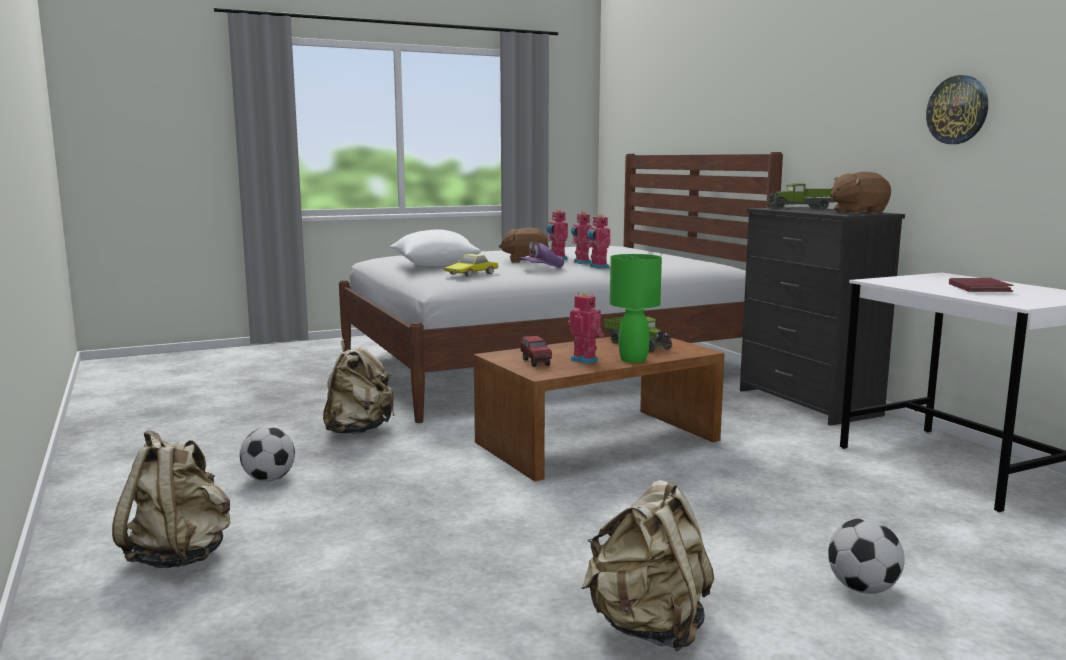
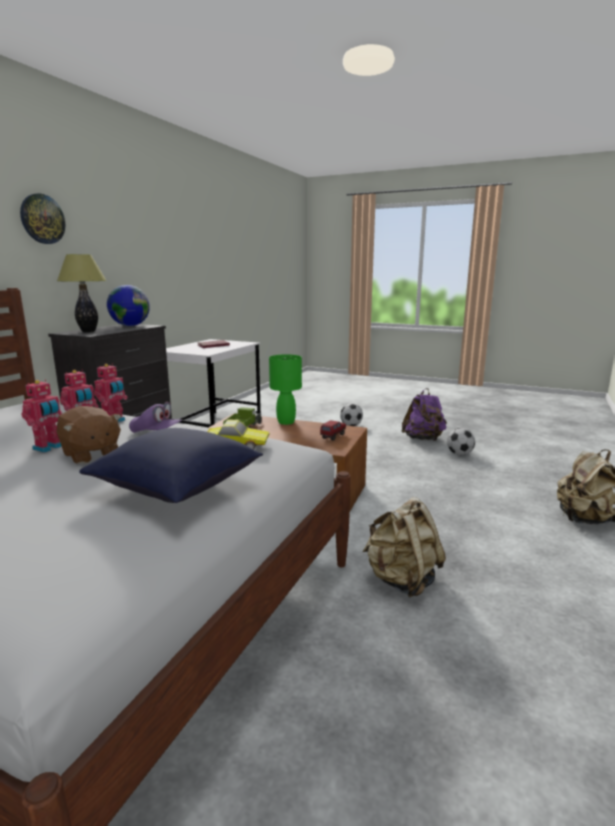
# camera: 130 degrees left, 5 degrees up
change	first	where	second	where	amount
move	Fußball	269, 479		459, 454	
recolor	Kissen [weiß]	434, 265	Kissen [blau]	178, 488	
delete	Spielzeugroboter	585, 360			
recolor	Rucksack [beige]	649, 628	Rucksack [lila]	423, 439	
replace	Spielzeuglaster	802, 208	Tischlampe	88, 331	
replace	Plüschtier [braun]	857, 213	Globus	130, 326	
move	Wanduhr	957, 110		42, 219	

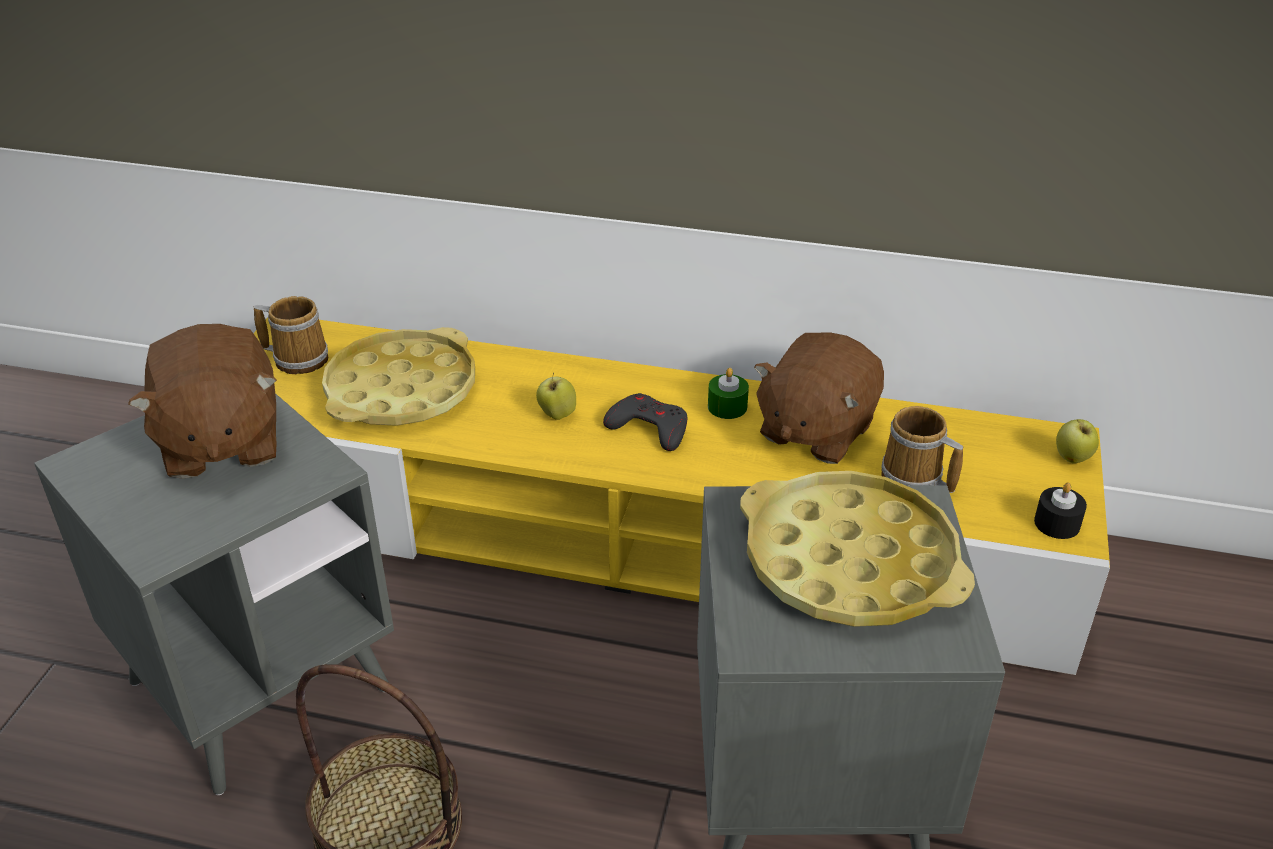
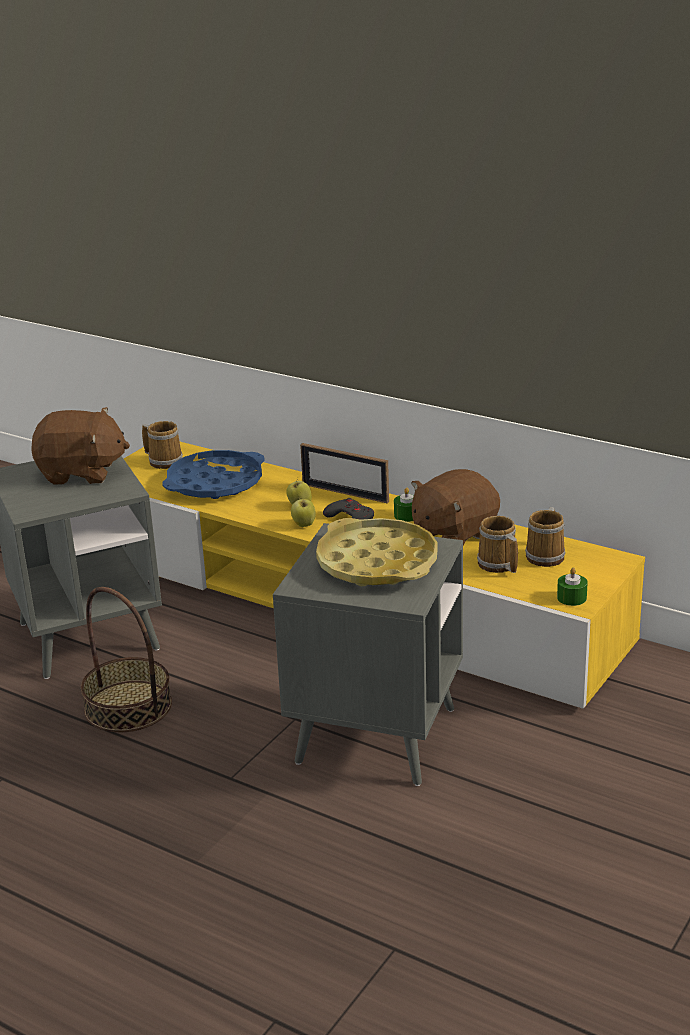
# camera: 20 degrees right, 10 degrees down
change	first	where	second	where	amount
rotate	Plüschtier [braun]	220, 442		81, 473	90 degrees counterclockwise
recolor	Tablett [gelb]	401, 390	Tablett [blau]	215, 483	
recolor	Kerze [schwarz]	1057, 523	Kerze [grün]	571, 598	
move	Apfel	1072, 459		304, 525	
insert			Bilderrahmen	345, 493	
insert			Henkelbecher	547, 555	

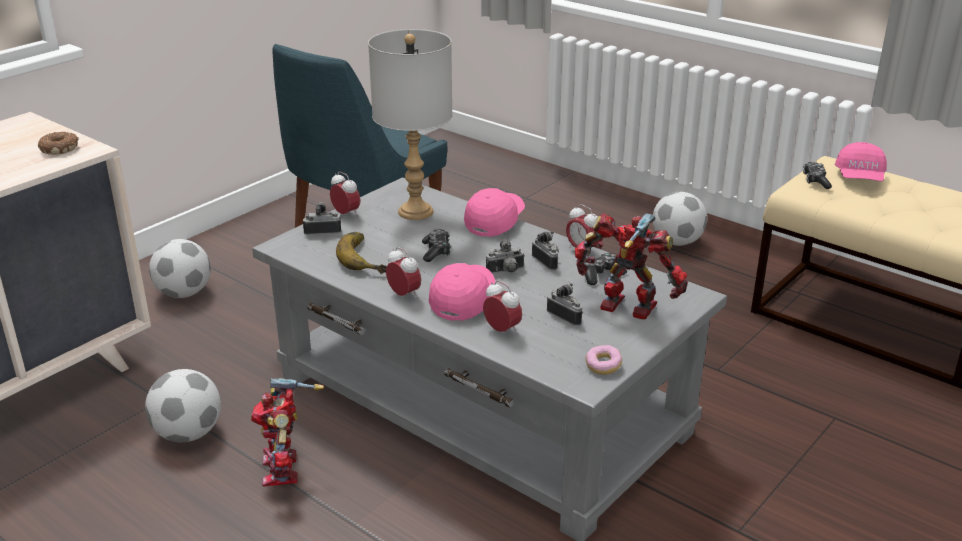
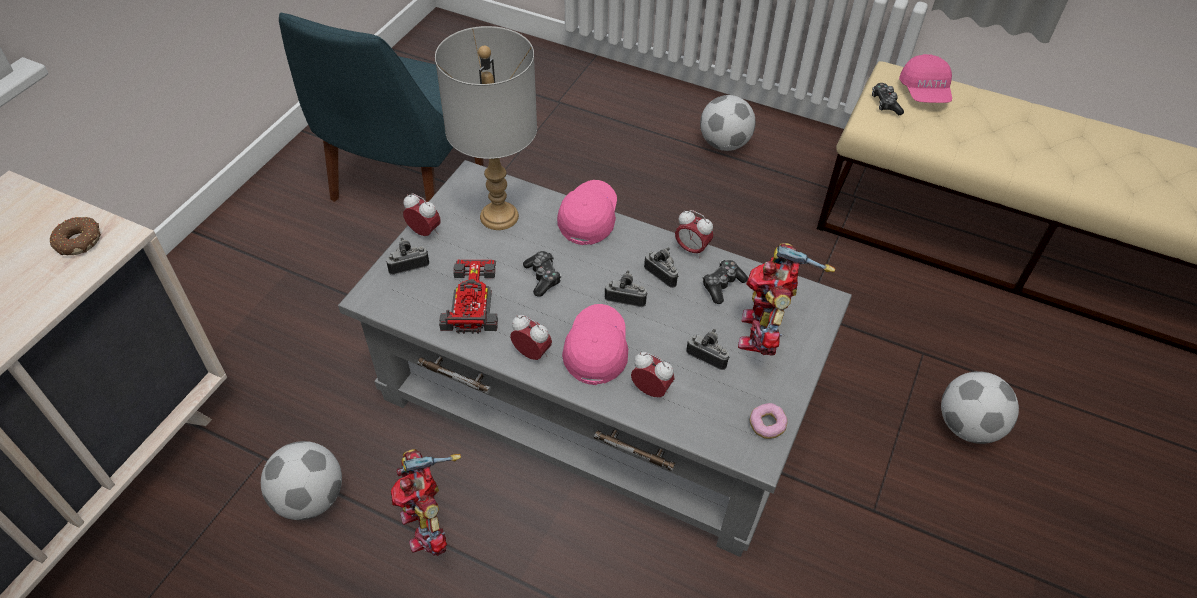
# camera: 15 degrees left, 20 degrees up
change	first	where	second	where	amount
move	Fußball	184, 293		967, 426	
replace	Banane	367, 257	Spielzeugauto	472, 299	
rotate	Kamera	506, 272		626, 298	135 degrees counterclockwise
rotate	Spielzeugroboter	627, 309		763, 333	90 degrees counterclockwise

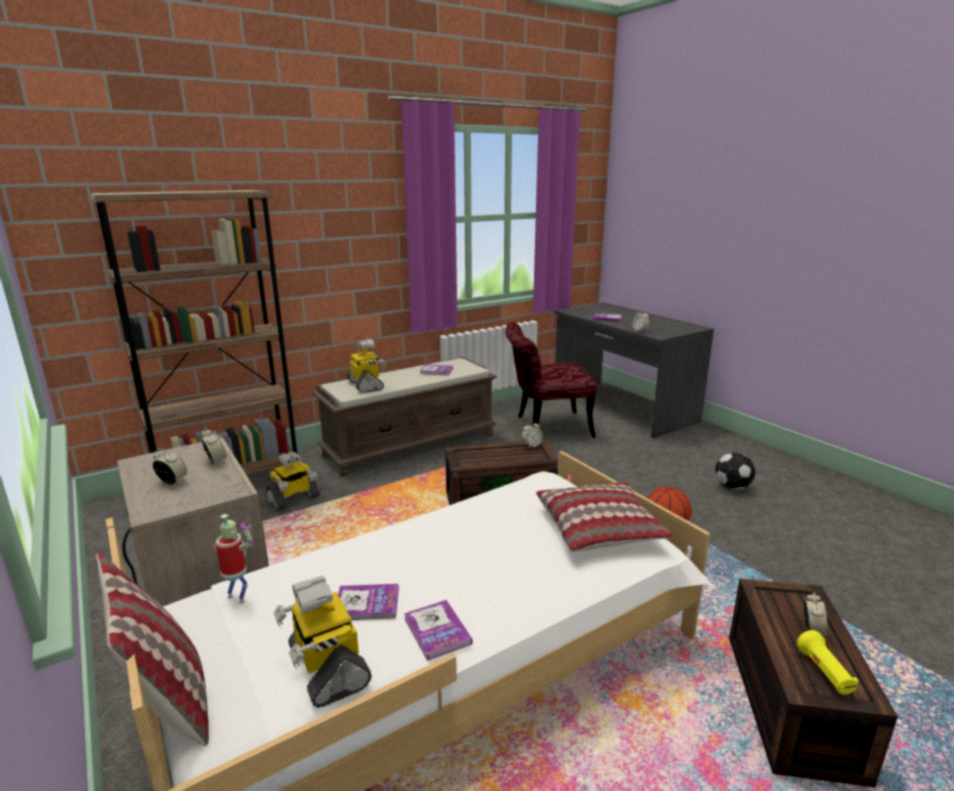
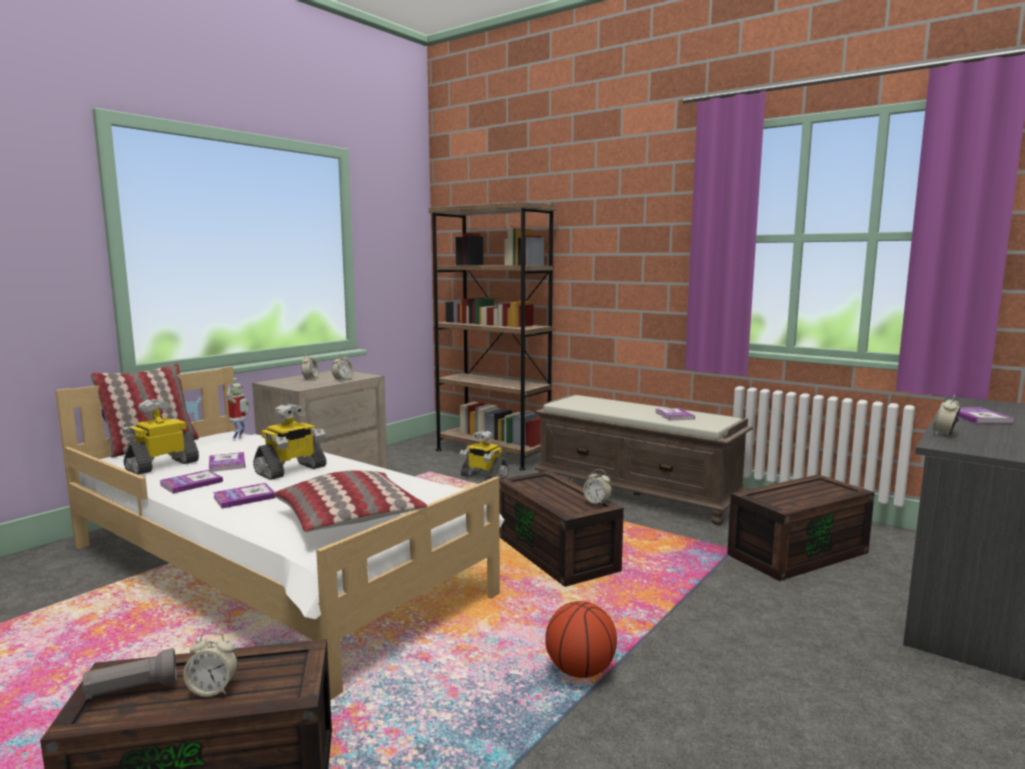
# camera: 70 degrees right, 10 degrees down
change	first	where	second	where	amount
move	Spielzeugroboter	366, 385		291, 470	
replace	Stuhl [rot]	545, 427	Aufbewahrungsbox [braun]	797, 552	
delete	Fußball	733, 487			
recolor	Taschenlampe [gelb]	824, 673	Taschenlampe [grau]	131, 690	
insert			Buch	244, 497	

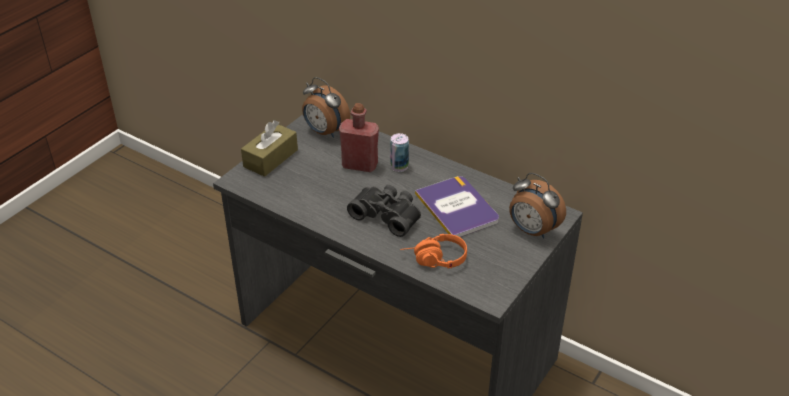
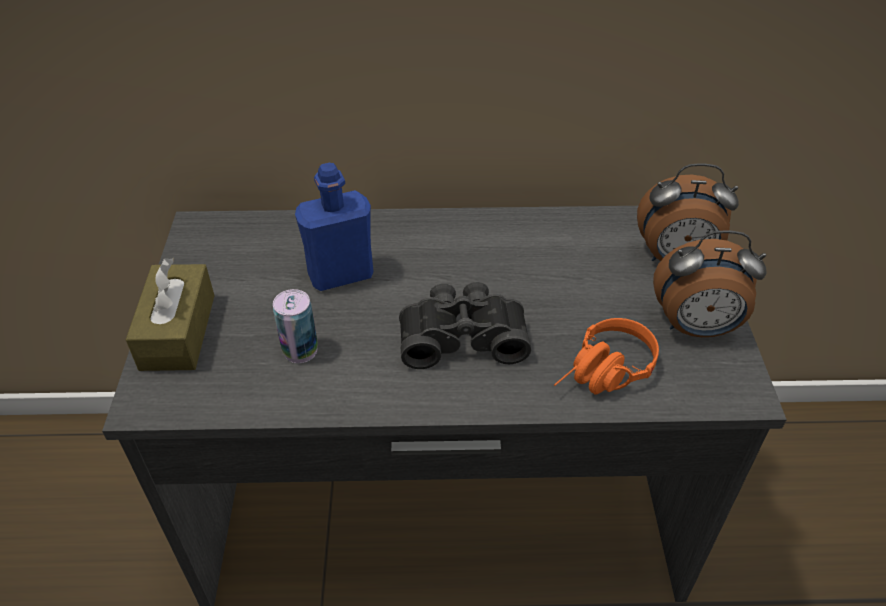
# camera: 35 degrees left, 5 degrees up
change	first	where	second	where	amount
move	Wecker	325, 132		695, 328	
recolor	Flasche [rot]	360, 165	Flasche [blau]	341, 275	
move	Dose	399, 166		300, 350	
delete	Buch	457, 208			

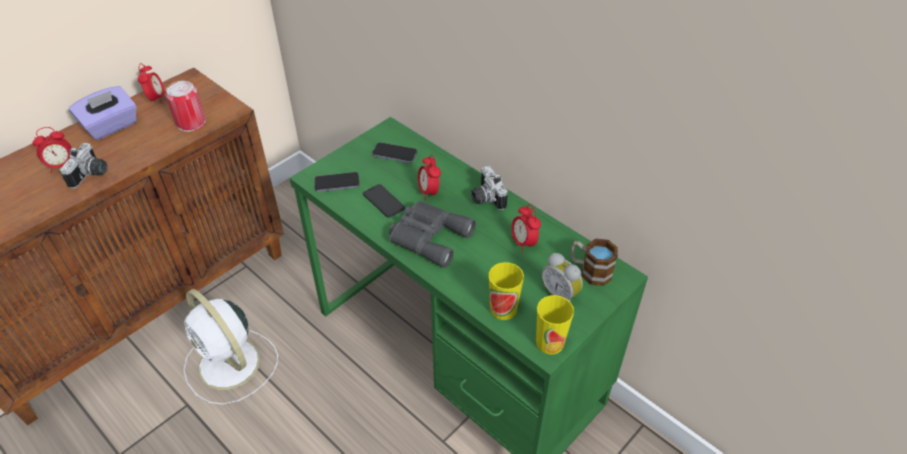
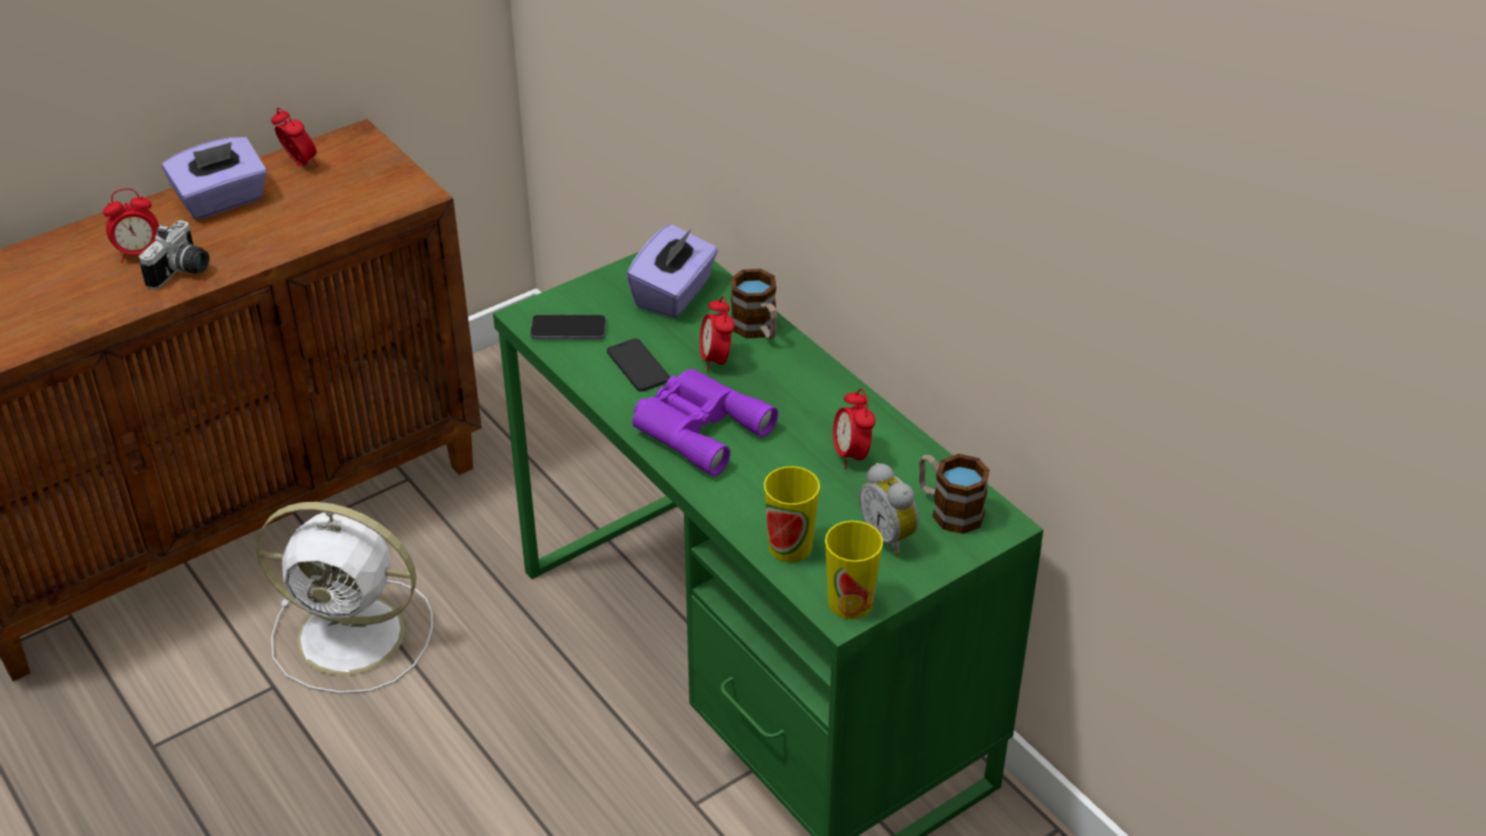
# camera: 10 degrees right, 5 degrees down
change	first	where	second	where	amount
rotate	Wecker	157, 99		299, 164	45 degrees counterclockwise
delete	Dose	191, 122			
rotate	Ventilator [weiß]	231, 365		356, 636	45 degrees counterclockwise
replace	Handy	395, 154	Taschentuchbox [lila]	674, 294	
recolor	Fernglas [grau]	428, 236	Fernglas [lila]	698, 427	
delete	Kamera	485, 198			
insert			Henkelbecher	758, 330	

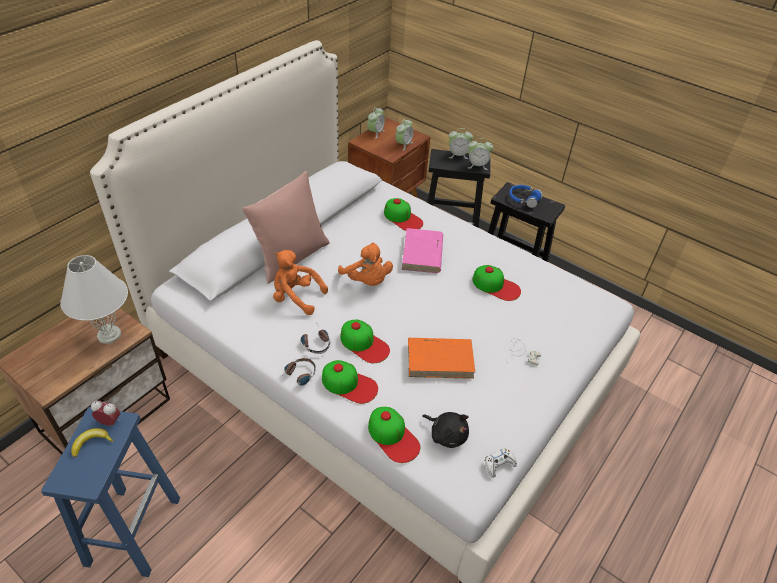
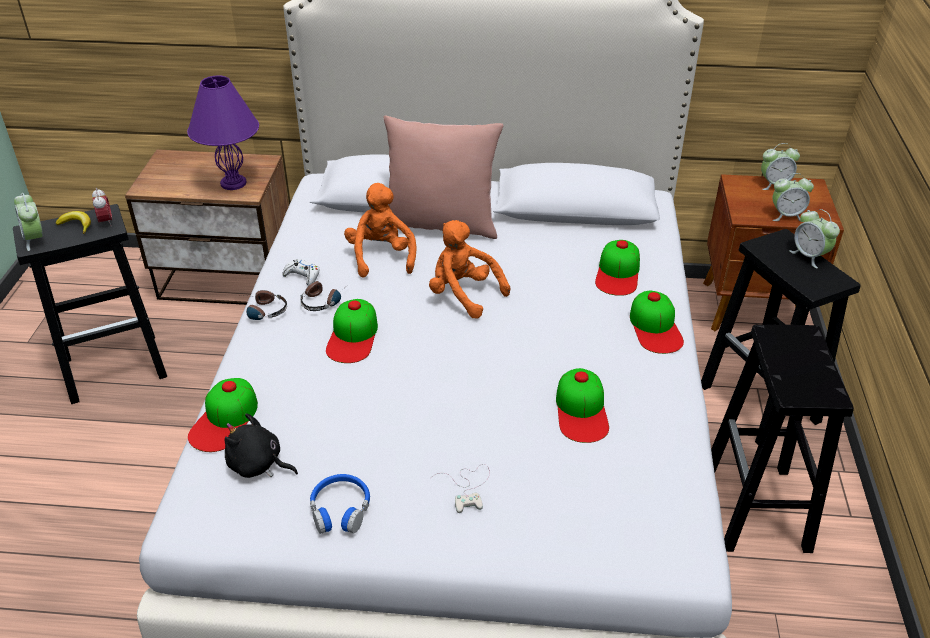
# camera: 60 degrees right, 5 degrees down
change	first	where	second	where	amount
recolor	Hocker [blau]	134, 529	Hocker [schwarz]	116, 367	
recolor	Tischlampe [weiß]	109, 334	Tischlampe [lila]	234, 183	
move	Kappe	349, 384		655, 327	
rotate	Plüschtier [orange]	367, 281		463, 294	105 degrees clockwise
delete	Buch [rosa]	422, 253			
delete	Buch [orange]	440, 360			
rotate	Plüschtier [schwarz]	446, 434		258, 465	105 degrees clockwise
move	Wecker	477, 165		35, 239	
move	Gamepad [weiß]	499, 464		302, 276	
move	Kopfhörer [blau]	524, 199		340, 510	

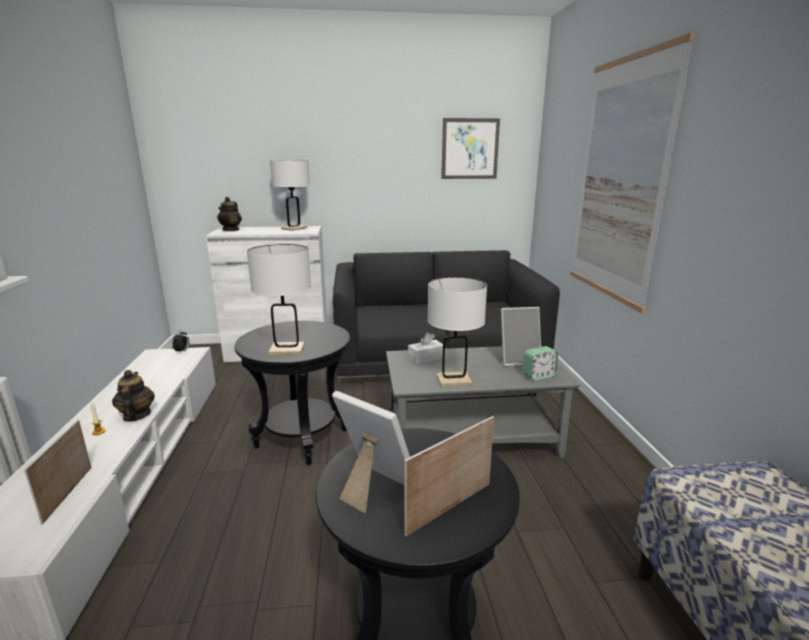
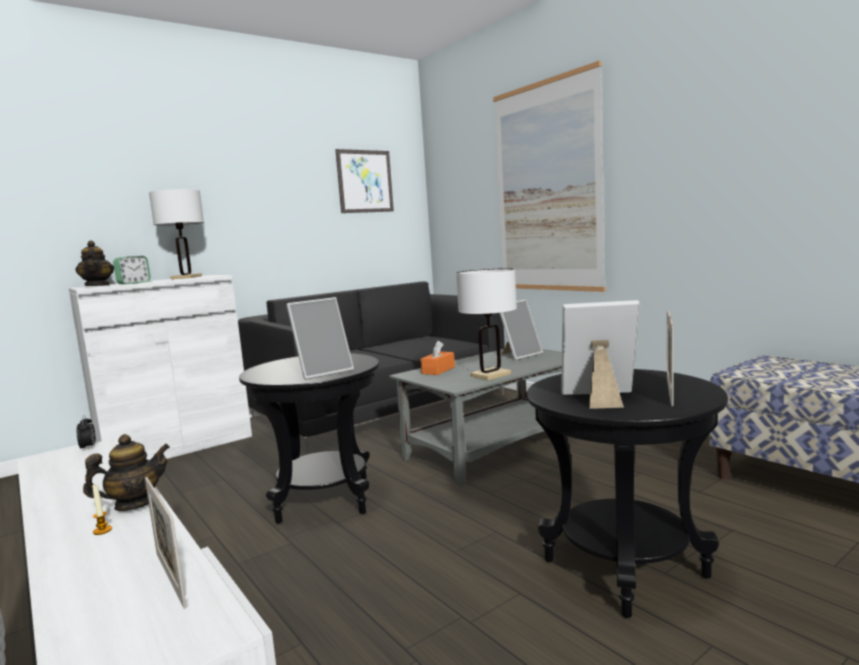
# camera: 30 degrees left, 10 degrees down
change	first	where	second	where	amount
rotate	Teekanne	136, 415		134, 504	105 degrees clockwise
replace	Tischlampe [weiß]	287, 350	Bilderrahmen	323, 372	
recolor	Taschentuchbox [weiß]	426, 358	Taschentuchbox [orange]	438, 370	
move	Wecker	539, 376		134, 283	

